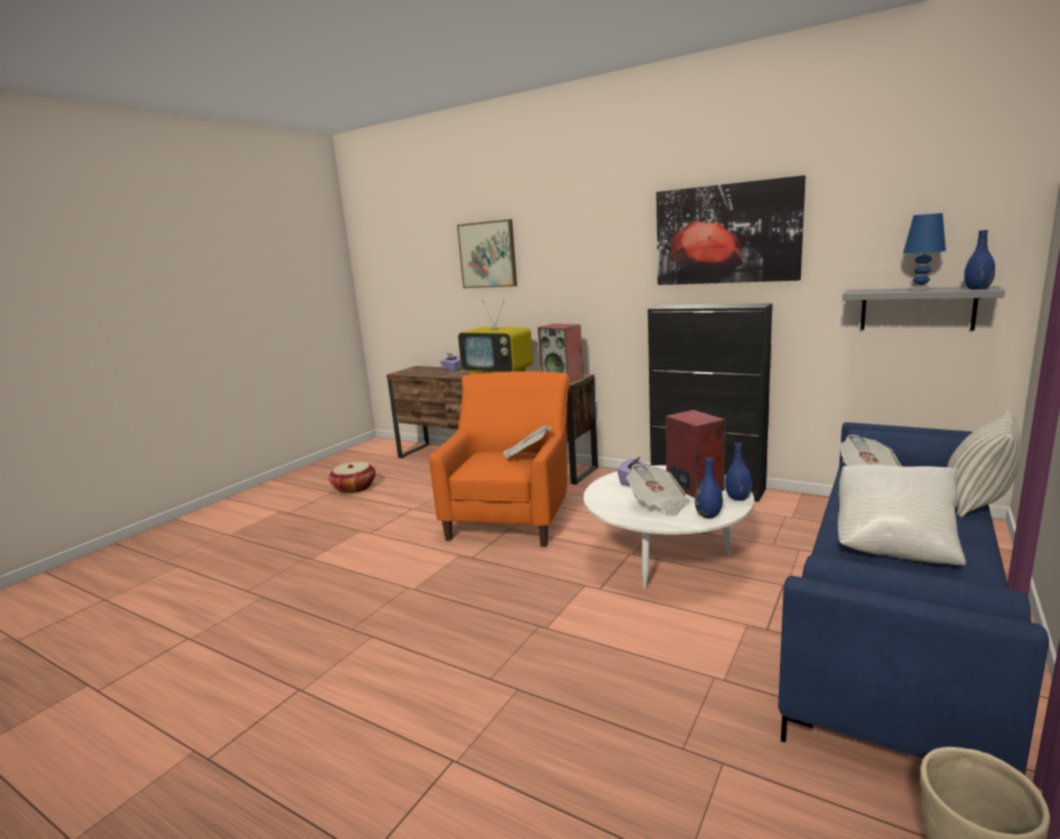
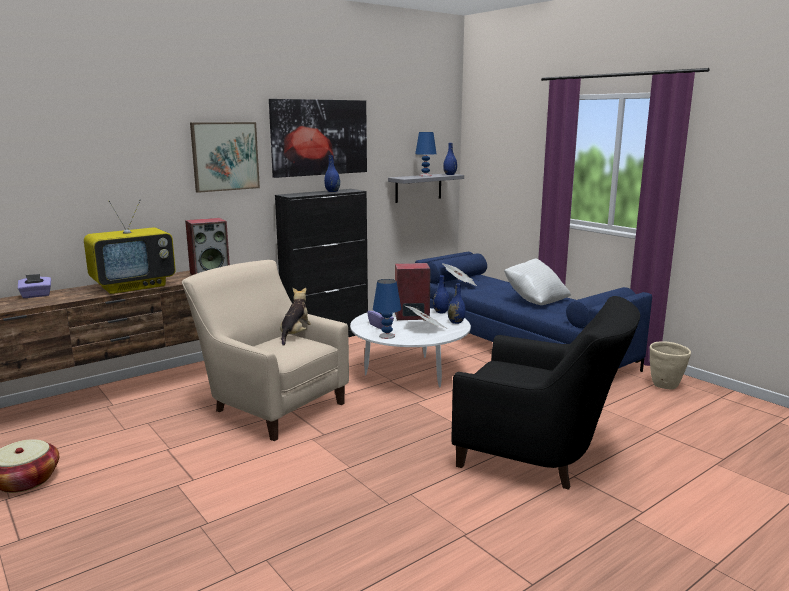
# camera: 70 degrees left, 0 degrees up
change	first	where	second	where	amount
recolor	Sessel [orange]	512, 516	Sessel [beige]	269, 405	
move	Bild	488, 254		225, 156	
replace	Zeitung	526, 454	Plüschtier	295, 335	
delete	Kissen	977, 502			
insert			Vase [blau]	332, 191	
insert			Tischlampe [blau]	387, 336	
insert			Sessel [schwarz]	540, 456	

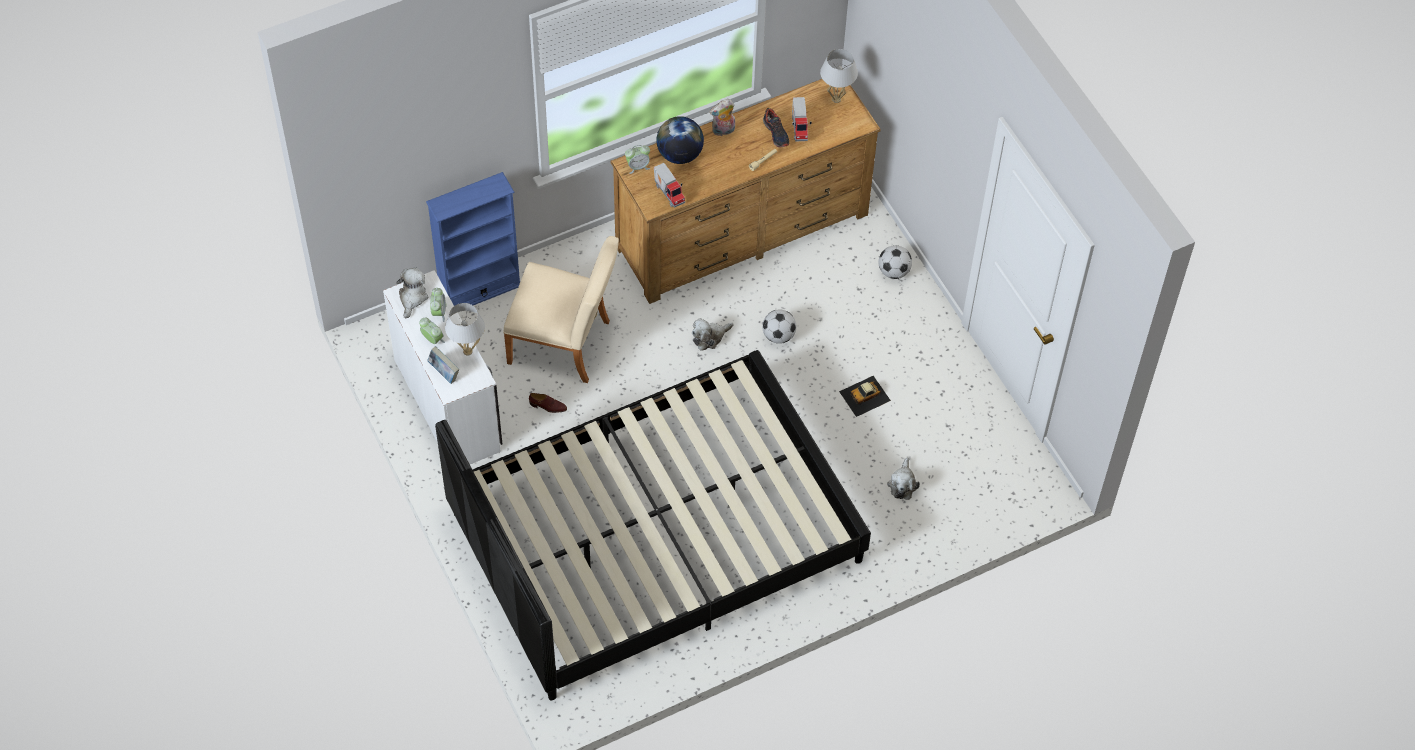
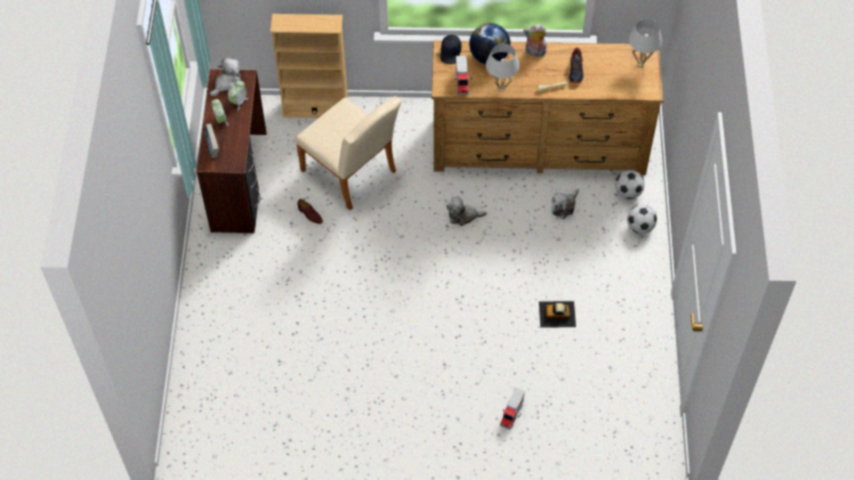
# camera: 30 degrees right, 0 degrees up
change	first	where	second	where	amount
recolor	Schreibtisch [weiß]	449, 404	Schreibtisch [braun]	240, 181	
recolor	Bücherregal [blau]	480, 290	Bücherregal [beige]	315, 109	
delete	Bett [schwarz]	655, 536			
move	Tischlampe [weiß]	468, 351		501, 88	
replace	Wecker	637, 166	Kappe [schwarz]	451, 53	
move	Fußball	778, 335		628, 192	
move	Spielzeuglaster	800, 127		513, 414	
move	Plüschtier	902, 484		564, 206	

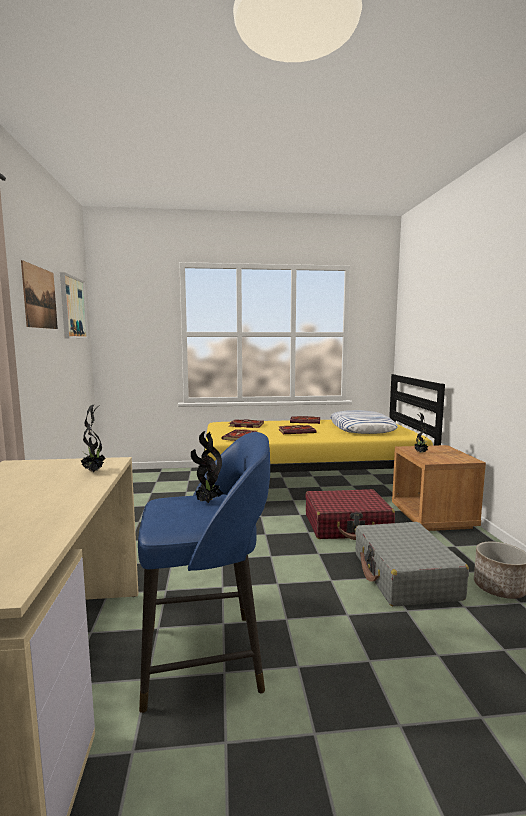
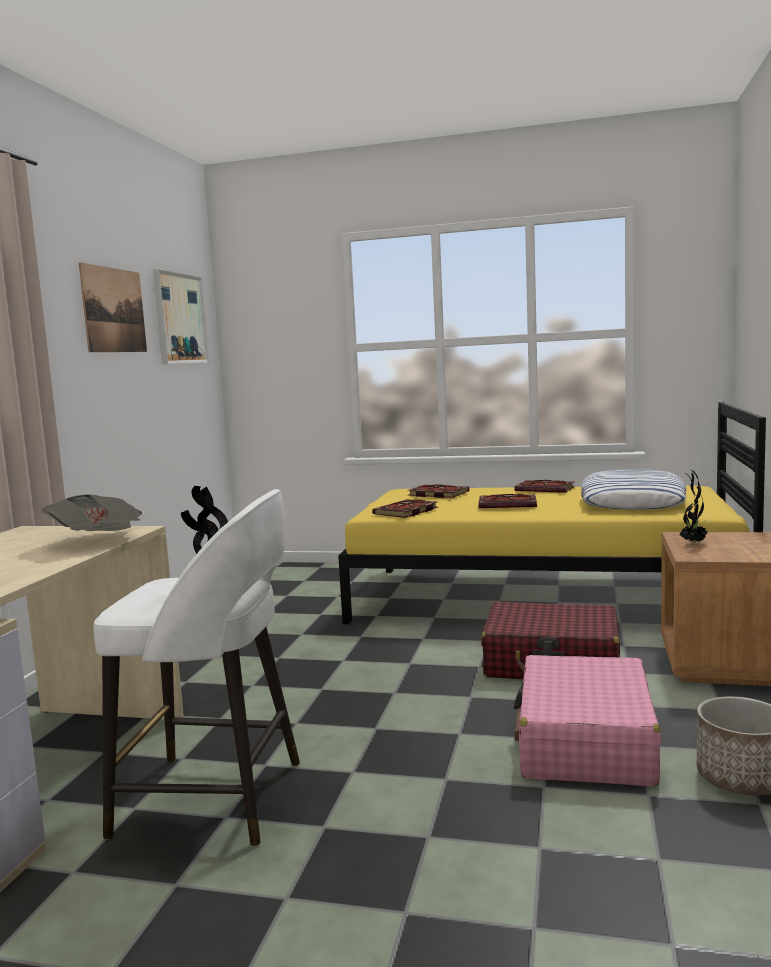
# camera: 20 degrees right, 0 degrees up
change	first	where	second	where	amount
replace	Topfpflanze	94, 471	Zeitung	99, 540	
recolor	Hocker [blau]	206, 658	Hocker [weiß]	215, 799	
recolor	Koffer [grau]	405, 576	Koffer [rosa]	585, 742	

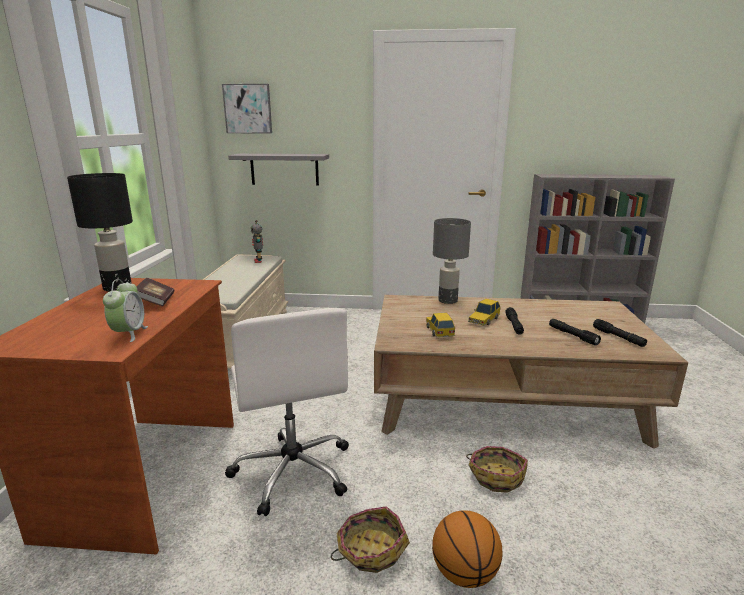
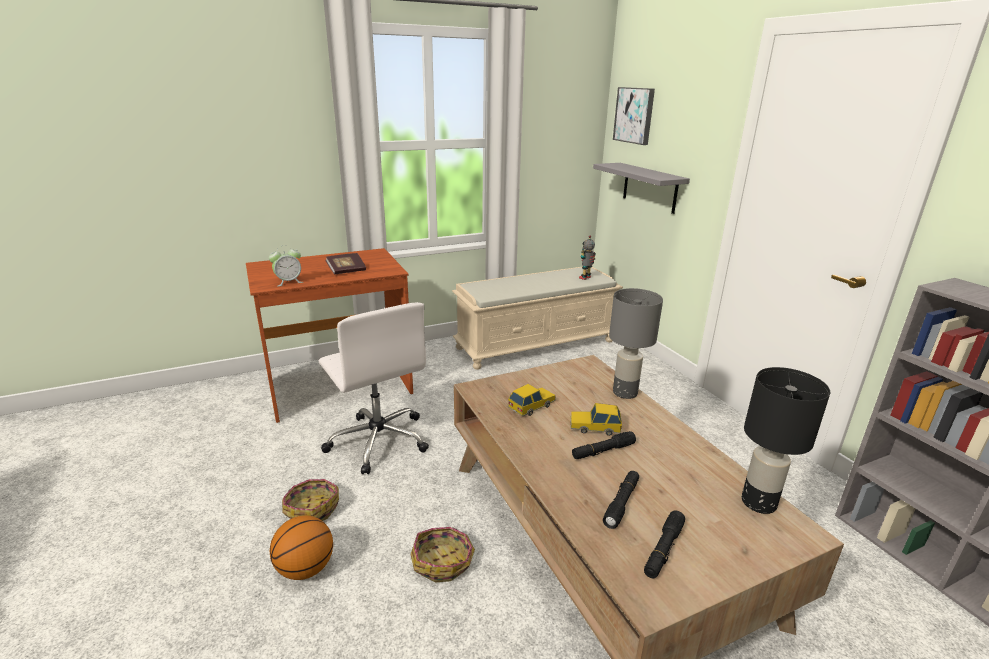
# camera: 60 degrees right, 5 degrees up
change	first	where	second	where	amount
move	Tischlampe [schwarz]	117, 288		757, 502	
rotate	Bürostuhl [weiß]	293, 470		378, 440	75 degrees counterclockwise

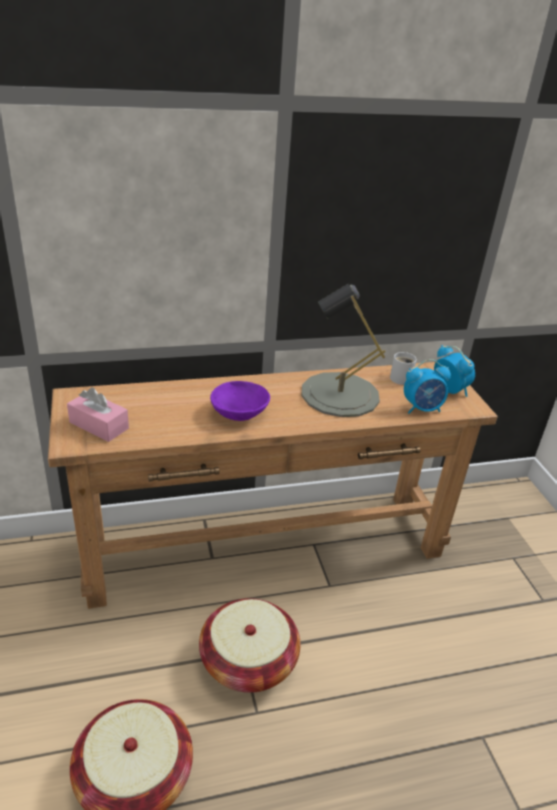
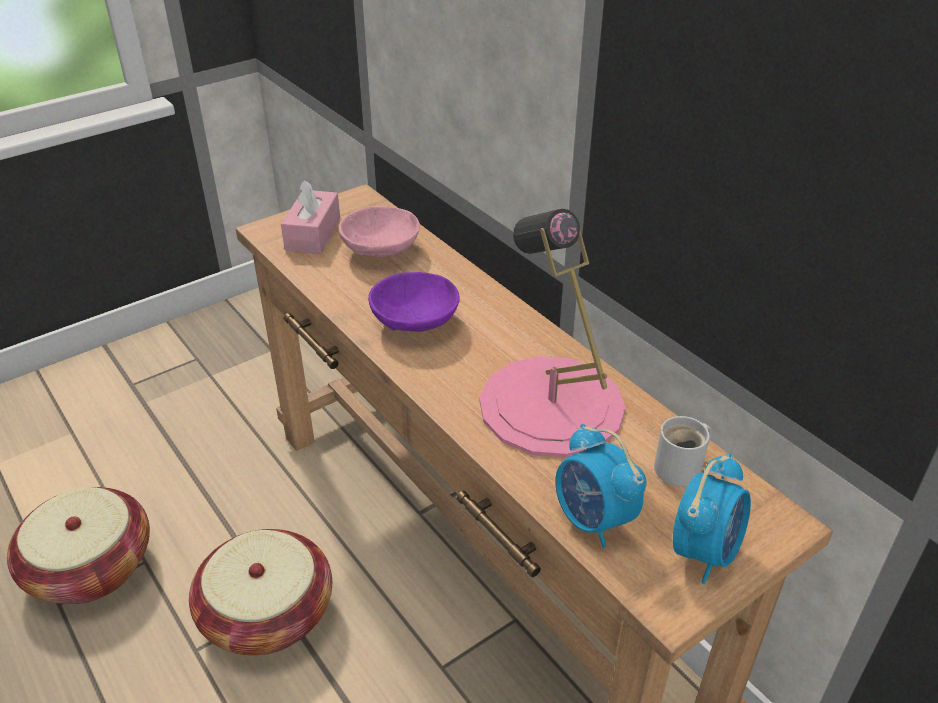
# camera: 70 degrees right, 5 degrees up
change	first	where	second	where	amount
recolor	Tischlampe [grau]	340, 394	Tischlampe [rosa]	551, 405	
insert			Schüssel [rosa]	381, 251	

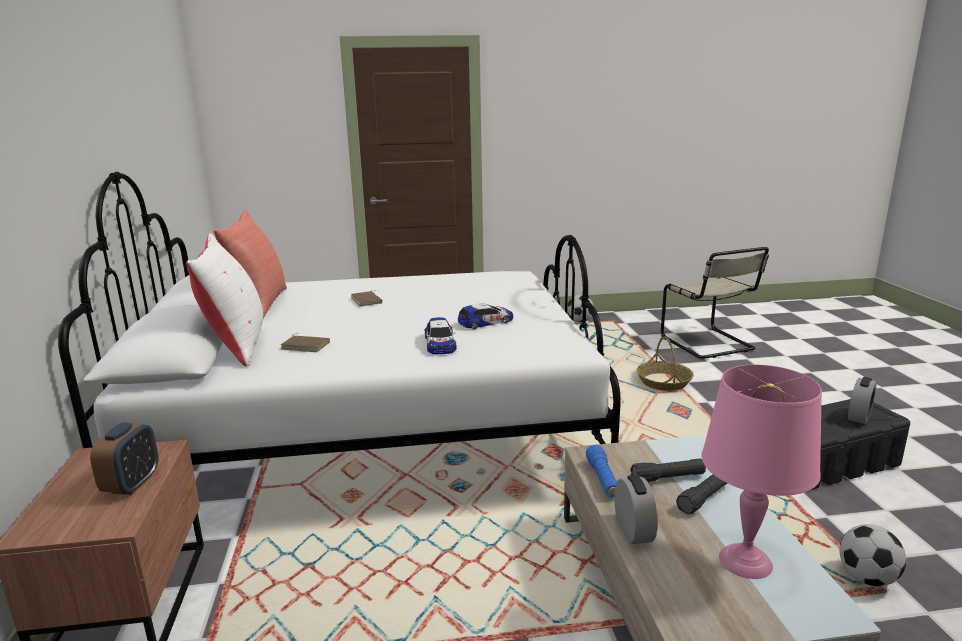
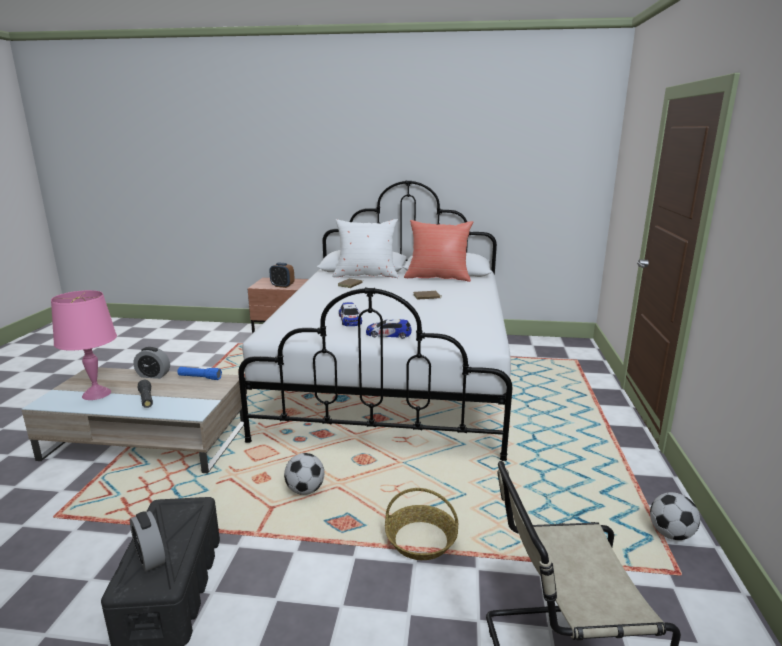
# camera: 105 degrees right, 0 degrees up
change	first	where	second	where	amount
move	Spielzeugauto	440, 344		388, 334	
delete	Taschenlampe [schwarz]	667, 478			
move	Fußball	867, 579		305, 490	

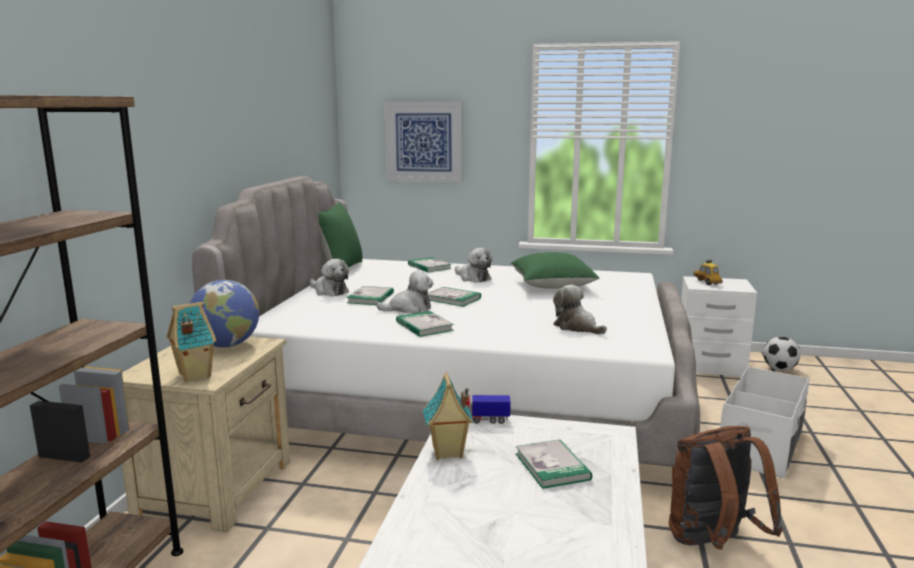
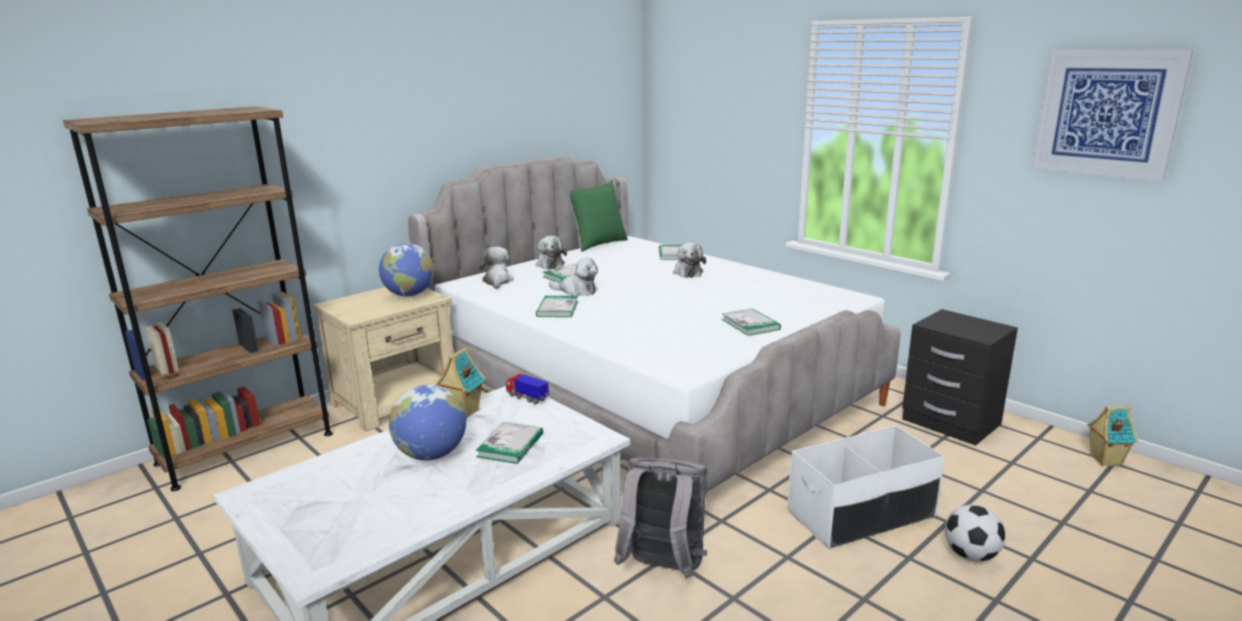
# camera: 35 degrees right, 5 degrees up
change	first	where	second	where	amount
move	Spielzeughaus	194, 375		1104, 460	
move	Bild	424, 141		1107, 113	
move	Buch	453, 299		750, 324	
delete	Kissen [grün]	552, 286			
move	Plüschtier	577, 327		497, 281	
recolor	Rucksack [braun]	713, 544	Rucksack [grau]	663, 569	
recolor	Nachttisch [weiß]	710, 365	Nachttisch [schwarz]	950, 422	
delete	Spielzeugauto	706, 282			
move	Fußball	779, 369		971, 555	
insert			Globus	432, 455	

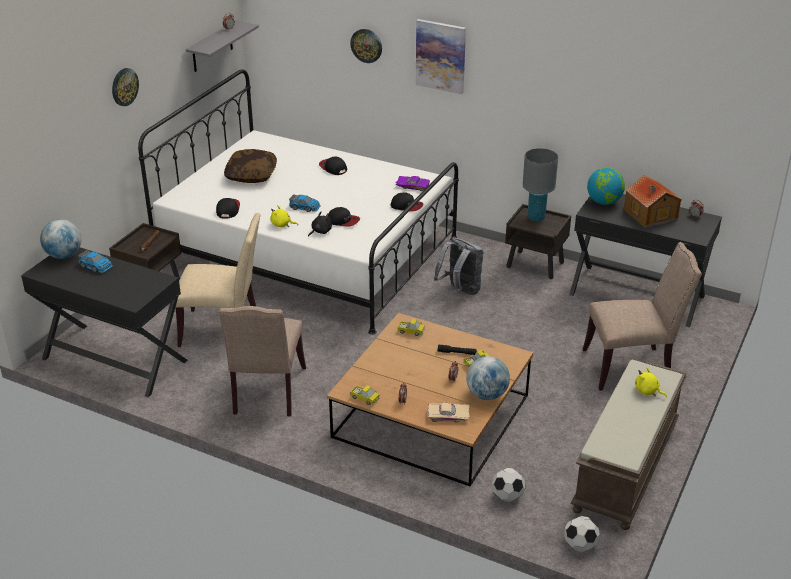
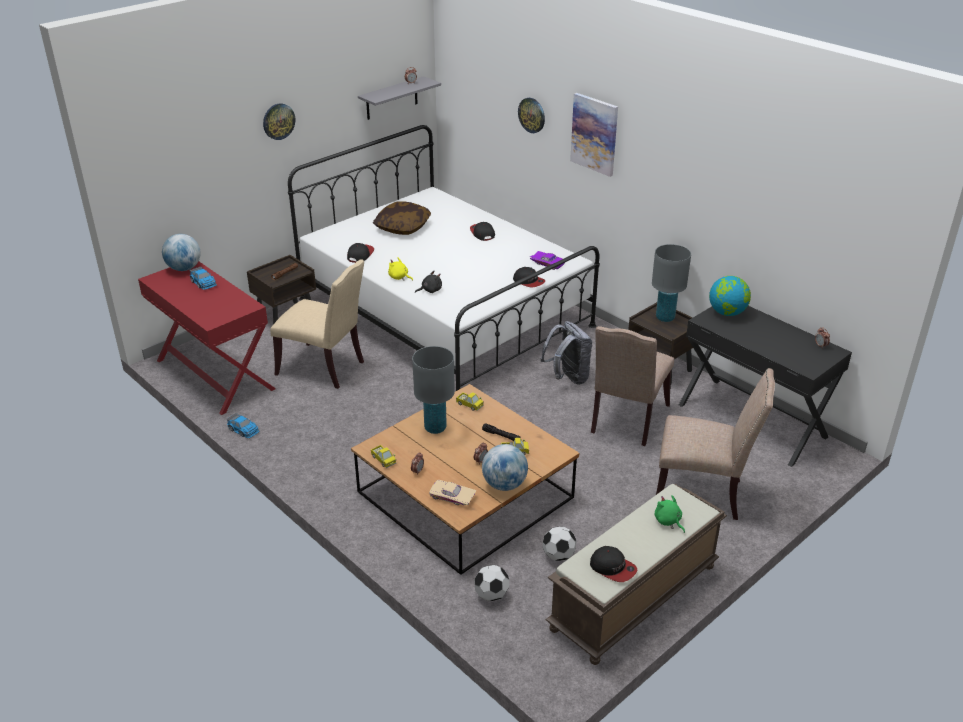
# camera: 20 degrees right, 0 degrees up
change	first	where	second	where	amount
recolor	Schreibtisch [schwarz]	114, 360	Schreibtisch [rot]	214, 374	
move	Stuhl [beige]	267, 393		627, 420	
move	Spielzeugauto	305, 207		243, 430	
move	Kappe	343, 221		613, 568	
move	Fußball	580, 546		558, 555	
delete	Spielzeughaus	650, 215			
recolor	Plüschtier [gelb]	647, 391	Plüschtier [grün]	668, 521	
insert			Tischlampe [grau]	435, 428	

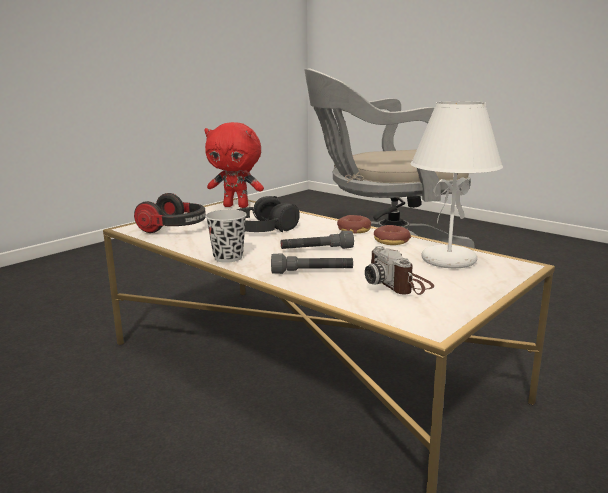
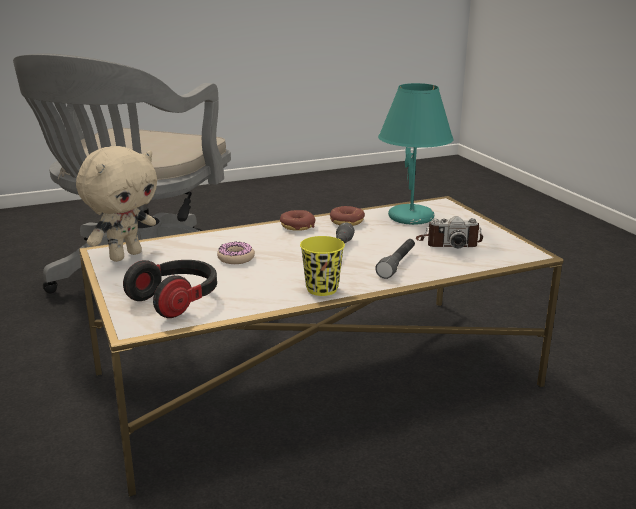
# camera: 65 degrees left, 5 degrees up
change	first	where	second	where	amount
recolor	Plüschtier [rot]	236, 206	Plüschtier [beige]	125, 255	
recolor	Tasse [schwarz]	228, 257	Tasse [gelb]	322, 289	
replace	Kopfhörer [schwarz]	263, 227	Donut	236, 258	
recolor	Tischlampe [weiß]	448, 260	Tischlampe [türkis]	411, 217	

